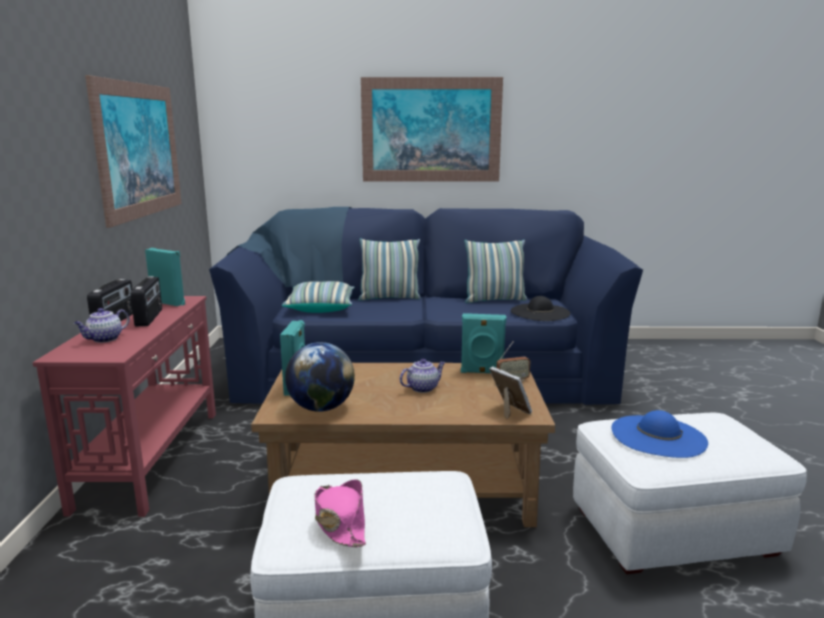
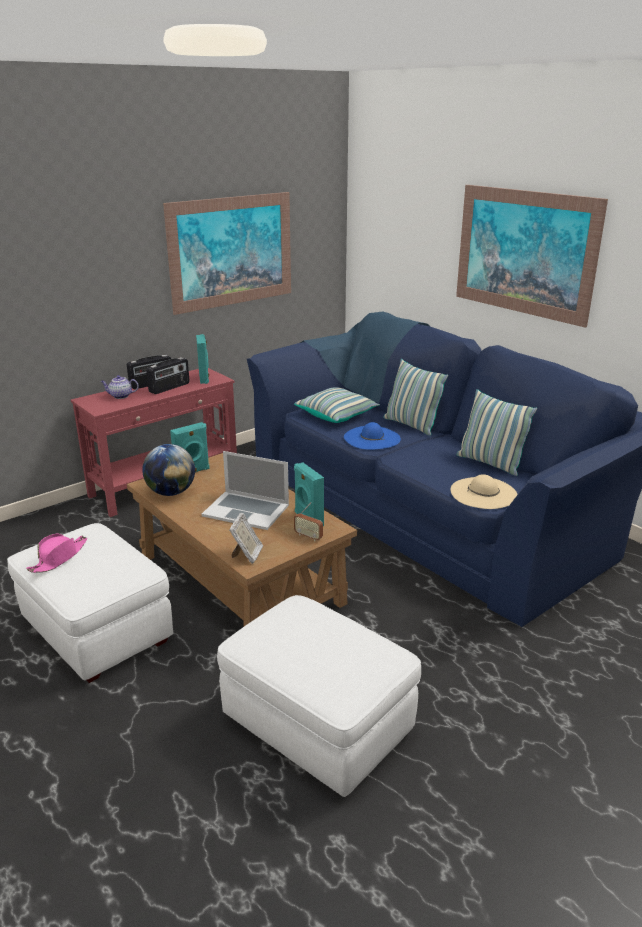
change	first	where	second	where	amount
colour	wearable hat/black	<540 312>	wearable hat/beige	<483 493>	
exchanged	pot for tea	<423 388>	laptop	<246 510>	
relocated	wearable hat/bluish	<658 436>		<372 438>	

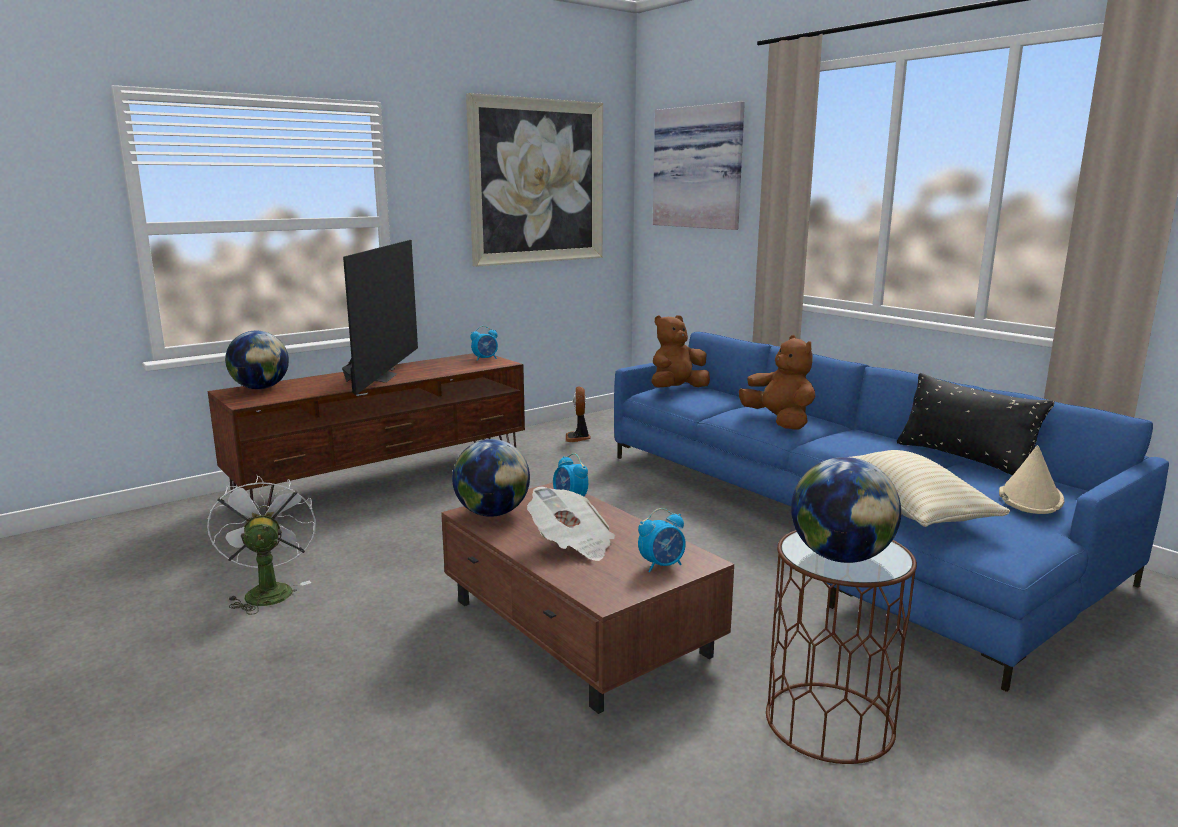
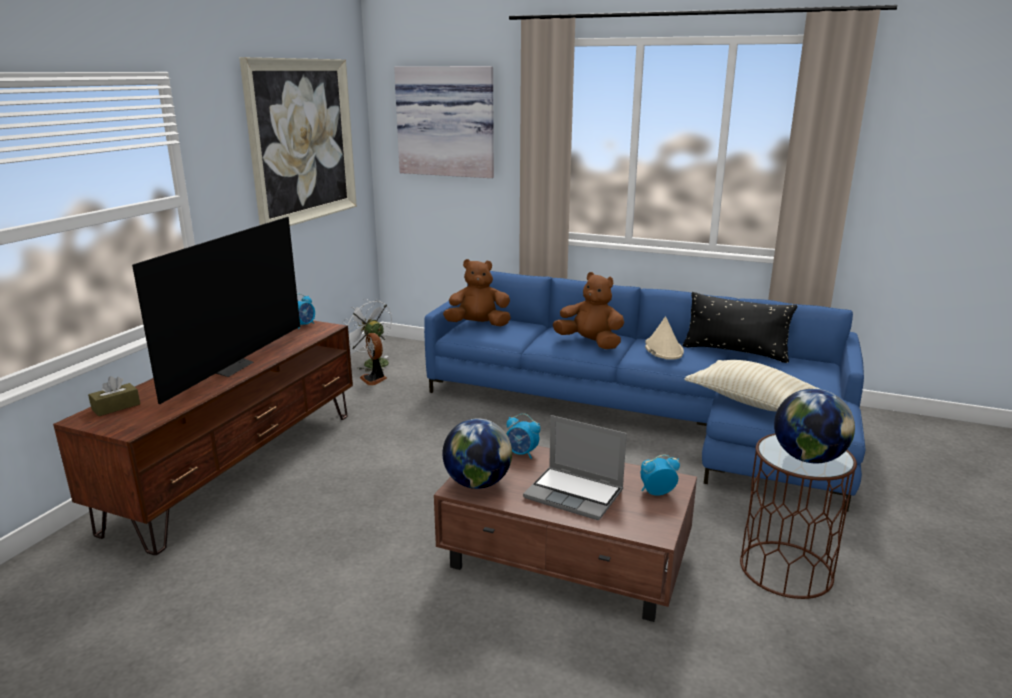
change	first	where	second	where	amount
spun	TV	<379 377>		<230 367>	45 degrees clockwise
spun	plush toy/brown-coloured	<677 389>		<478 325>	60 degrees clockwise
exchanged	desk globe	<260 388>	box of tissues/brown-coloured	<116 407>	
relocated	wearable hat/beige	<1030 497>		<663 349>	
relocated	electric fan/white	<267 591>		<371 363>	
exchanged	daily paper	<572 544>	laptop	<575 494>	
spun	alarm clock	<662 565>		<656 492>	135 degrees counterclockwise

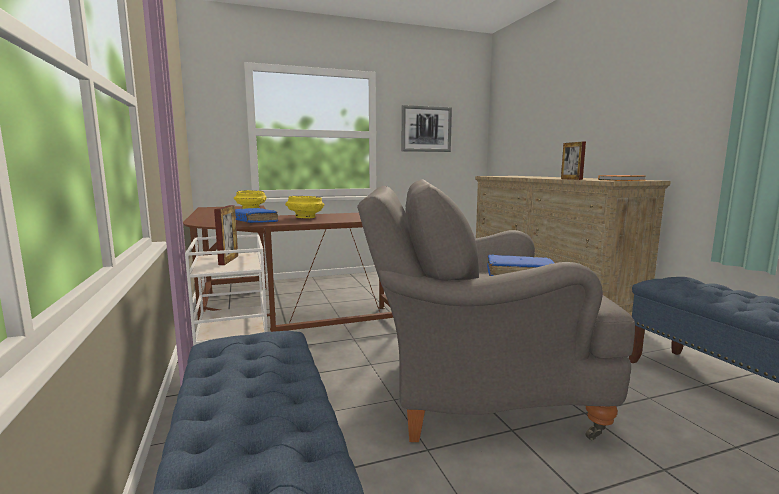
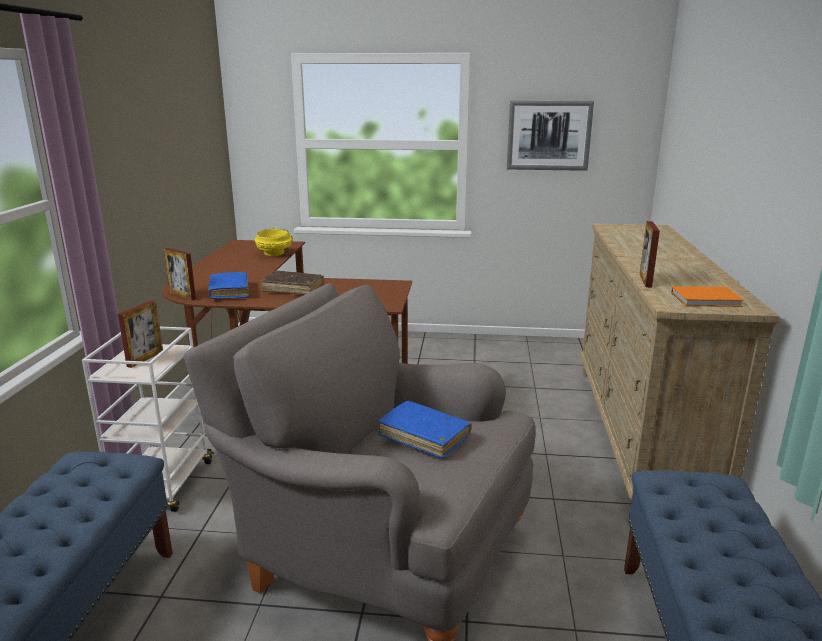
change	first	where	second	where	amount
exchanged	bowl/yellow	<305 217>	book/brown-coloured	<293 289>	
appeared			standing frame	<182 296>	

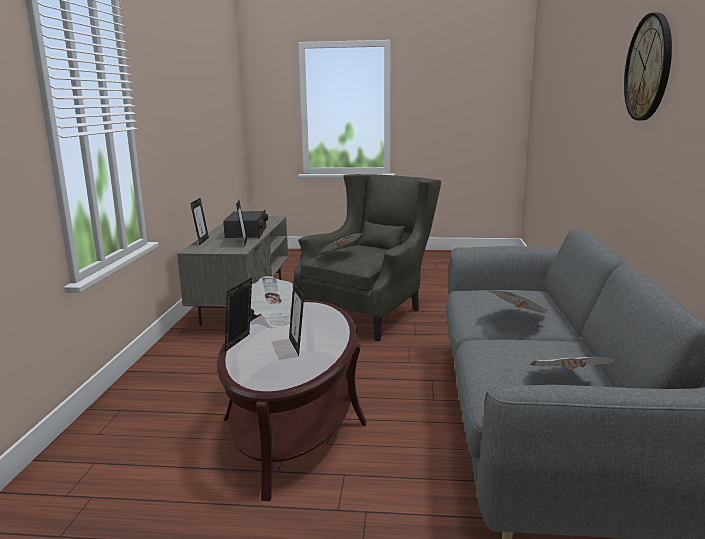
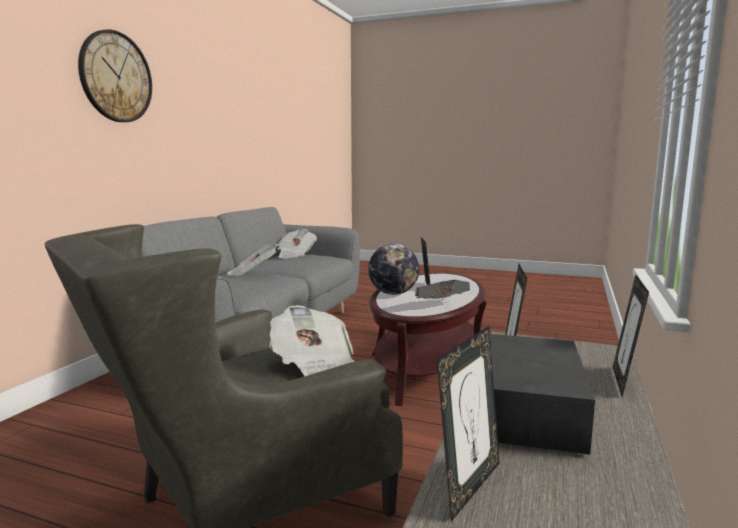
change	first	where	second	where	amount
relocated	standing frame	<240 343>		<468 486>	
appeared			desk globe	<393 293>	

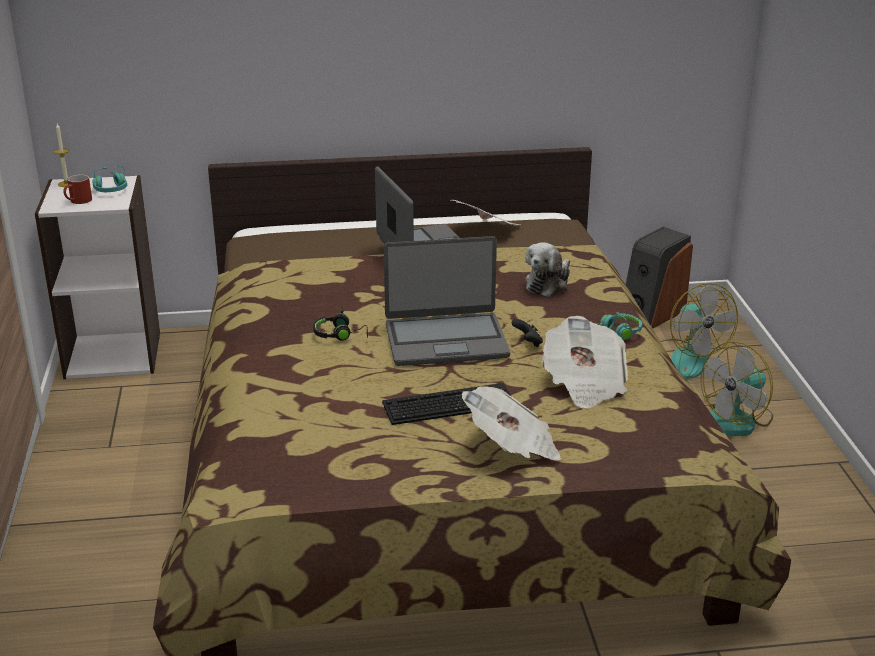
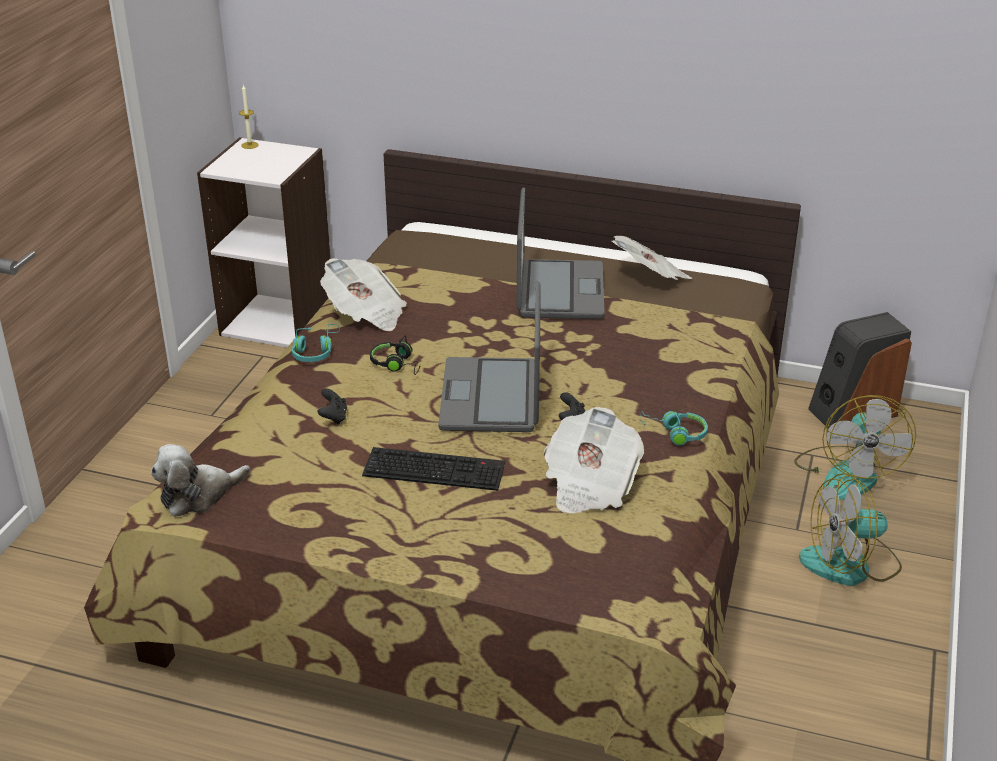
change	first	where	second	where	amount
relocated	pair of headphones/turquoise	<112 187>		<315 351>	
missing	coffee mug/red	<78 201>			
spun	laptop	<446 340>		<492 397>	75 degrees clockwise
relocated	plush toy	<548 284>		<198 495>	
relocated	daily paper	<512 447>		<365 314>	
appeared			joypad/black	<333 417>	

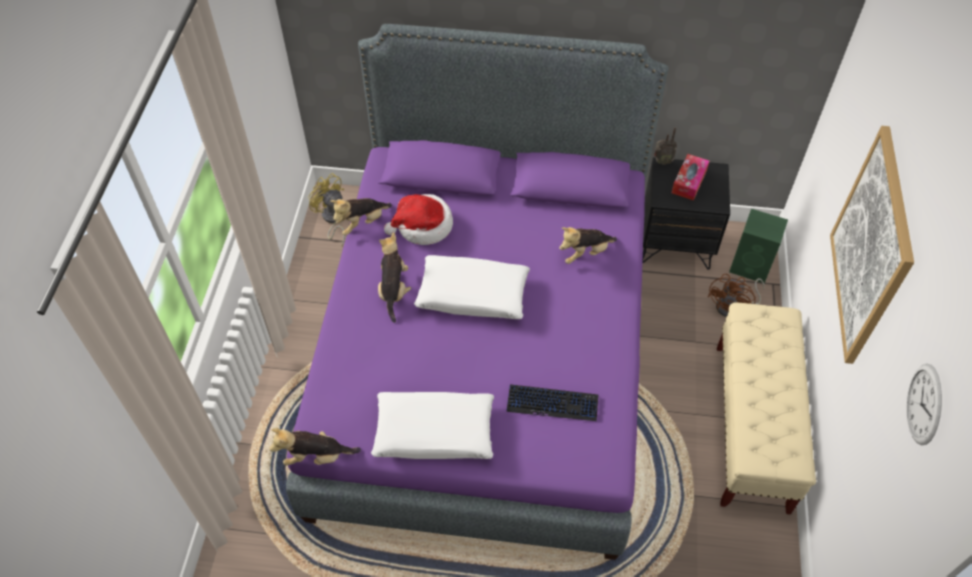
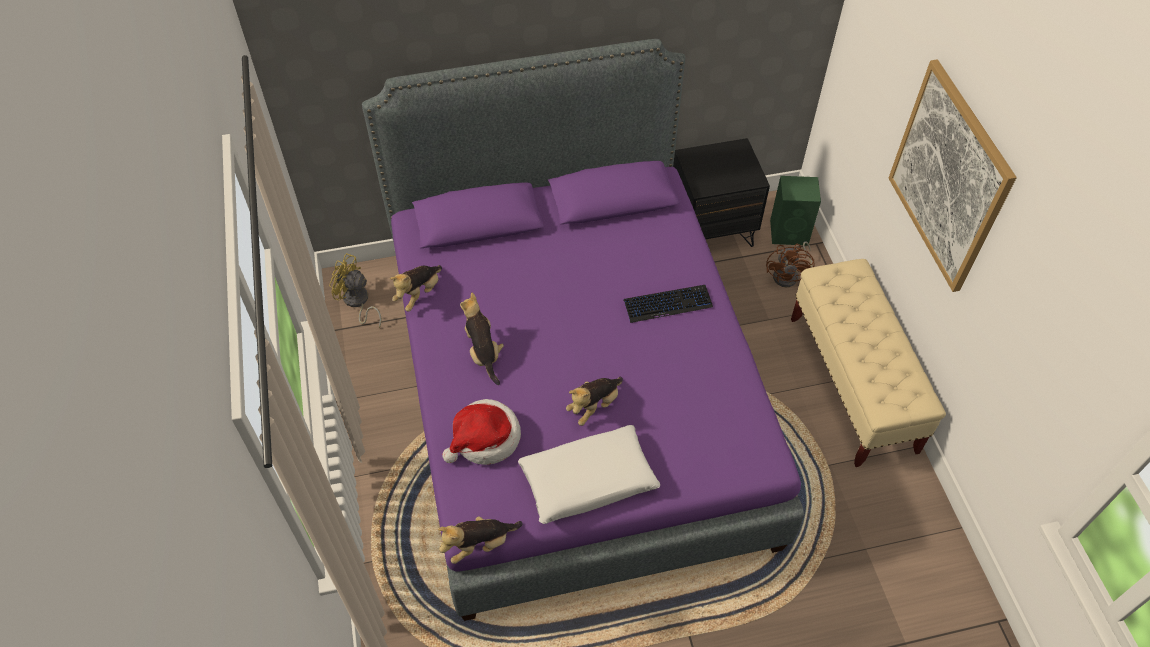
change	first	where	second	where	amount
missing	radio receiver	<662 161>			
missing	box of tissues	<689 182>			
relocated	wearable hat	<423 226>		<485 439>	
relocated	plush toy	<585 253>		<594 406>	
missing	cushion/white	<472 295>			
missing	wall clock	<924 404>			
relocated	computer keyboard	<552 403>		<667 304>	

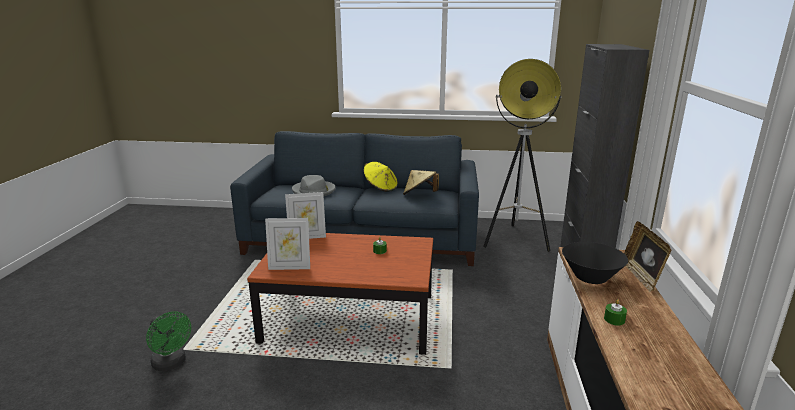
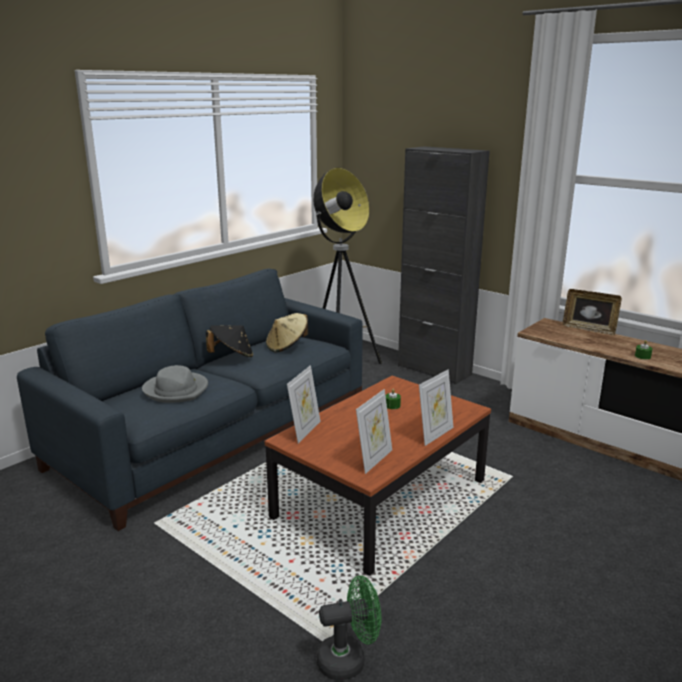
change	first	where	second	where	amount
colour	wearable hat/yellow	<380 188>	wearable hat/black	<232 356>	
missing	bowl/black	<590 278>			
appeared			standing frame	<435 434>	

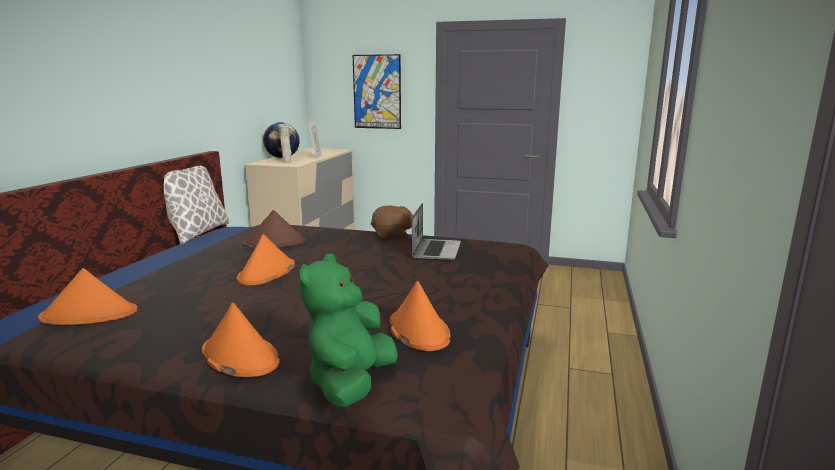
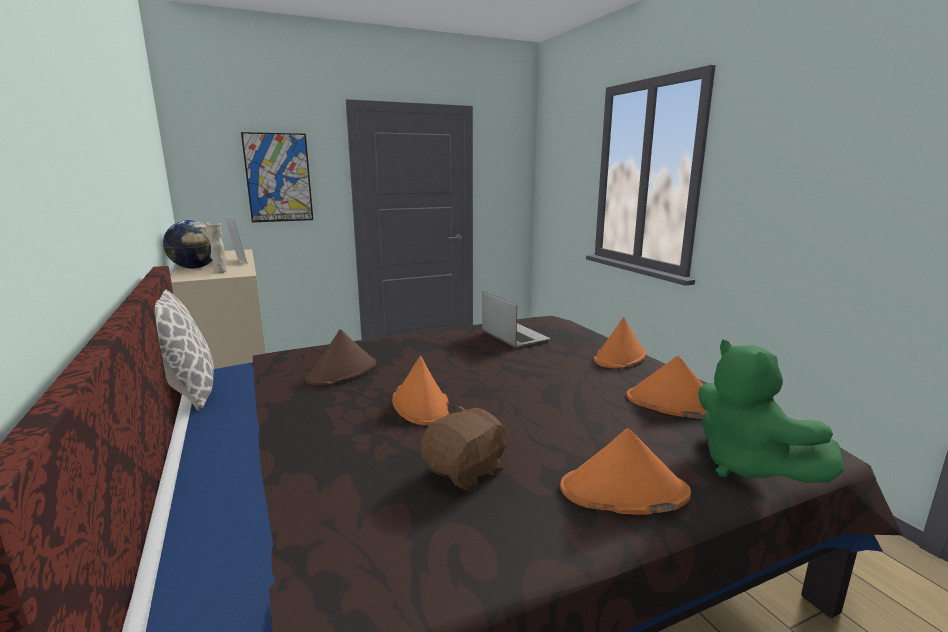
change	first	where	second	where	amount
relocated	plush toy/brown-coloured	<392 235>		<466 472>	
relocated	wearable hat/orangey	<90 315>		<620 357>	

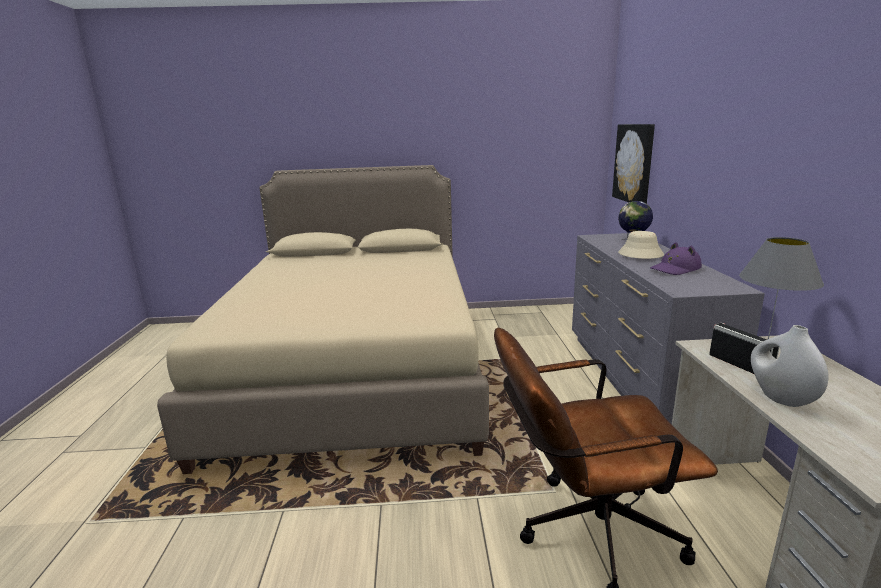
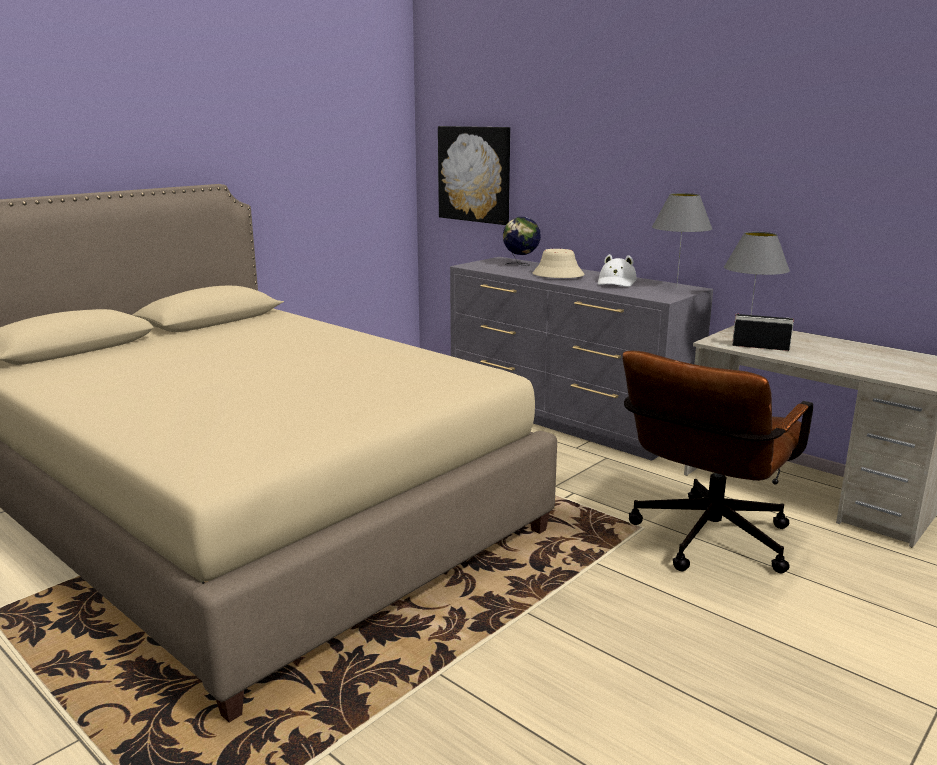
change	first	where	second	where	amount
colour	wearable hat/purplish	<675 269>	wearable hat/white	<616 282>	
missing	flower vase/white	<780 398>			
appeared			tabletop lamp/grey	<676 288>	

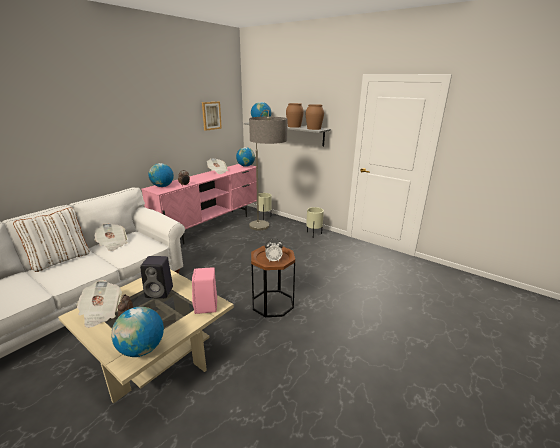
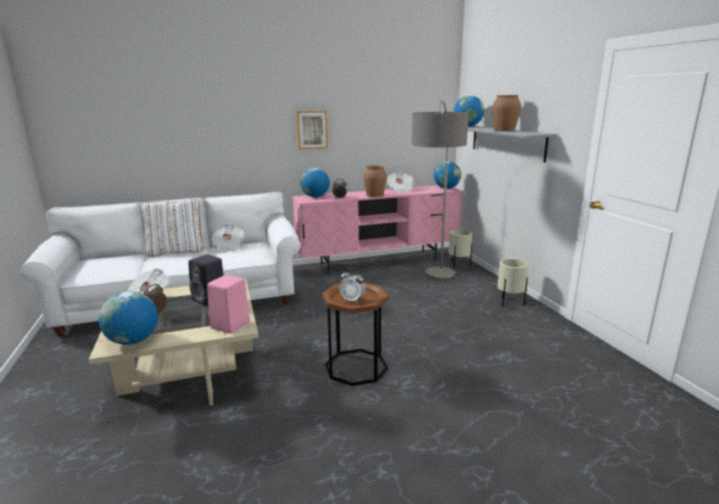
change	first	where	second	where	amount
relocated	picture	<211 115>		<312 130>	
relocated	flower vase/brown-coloured	<314 128>		<375 195>	

